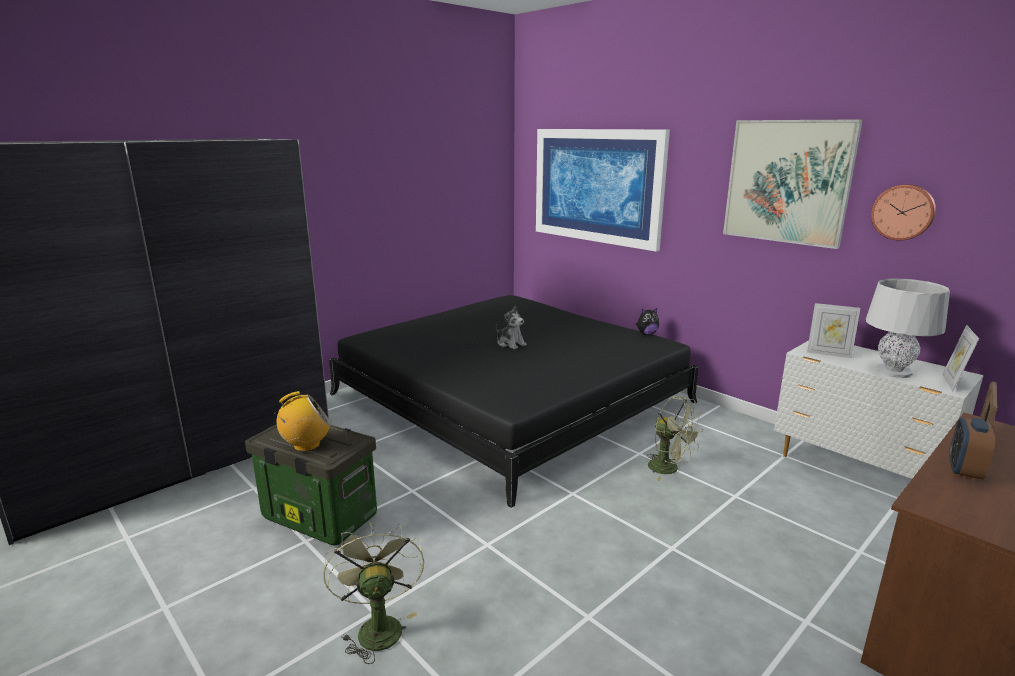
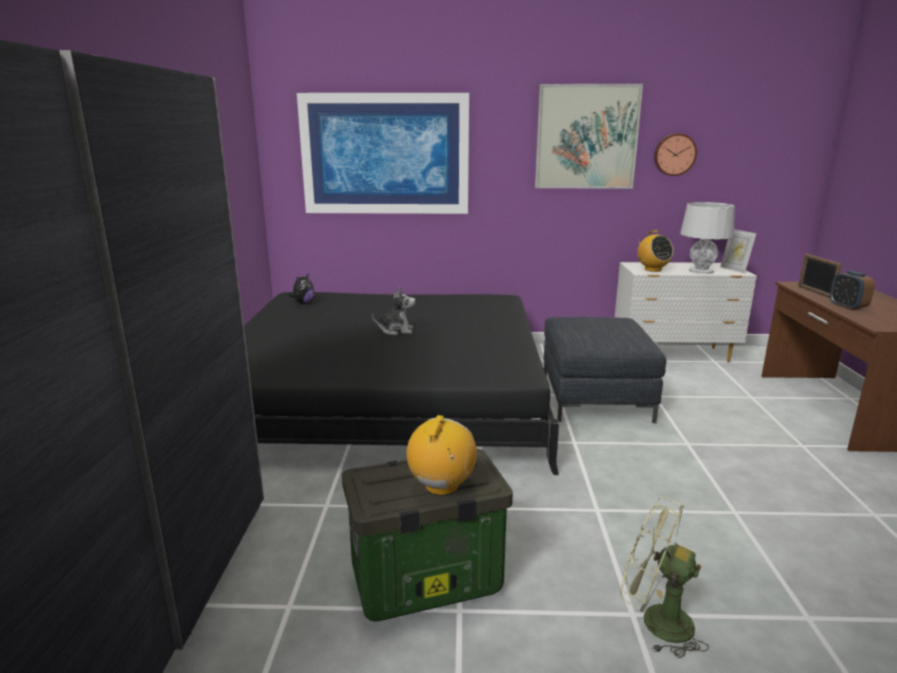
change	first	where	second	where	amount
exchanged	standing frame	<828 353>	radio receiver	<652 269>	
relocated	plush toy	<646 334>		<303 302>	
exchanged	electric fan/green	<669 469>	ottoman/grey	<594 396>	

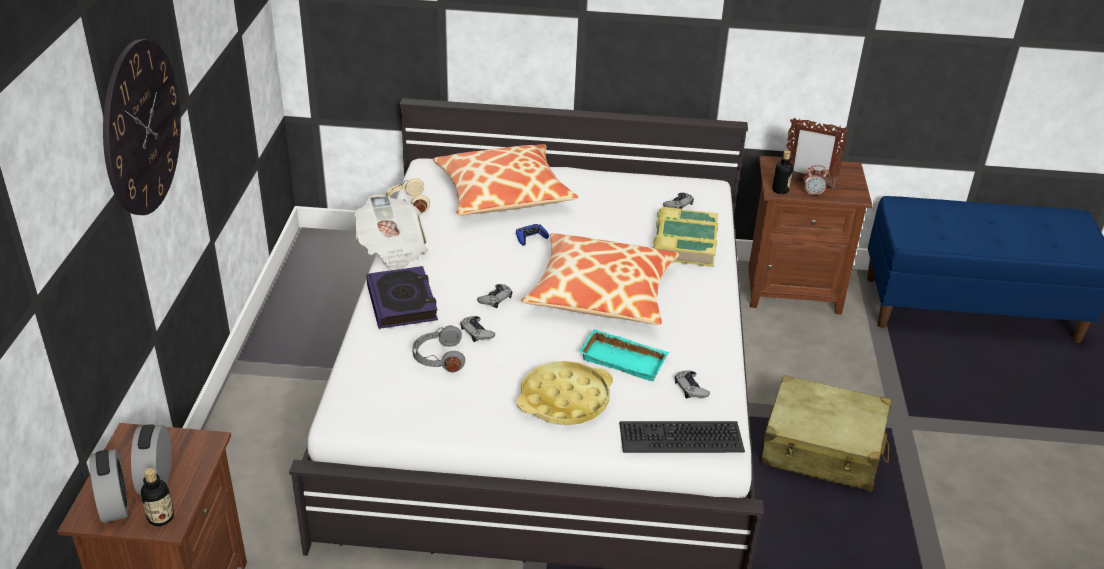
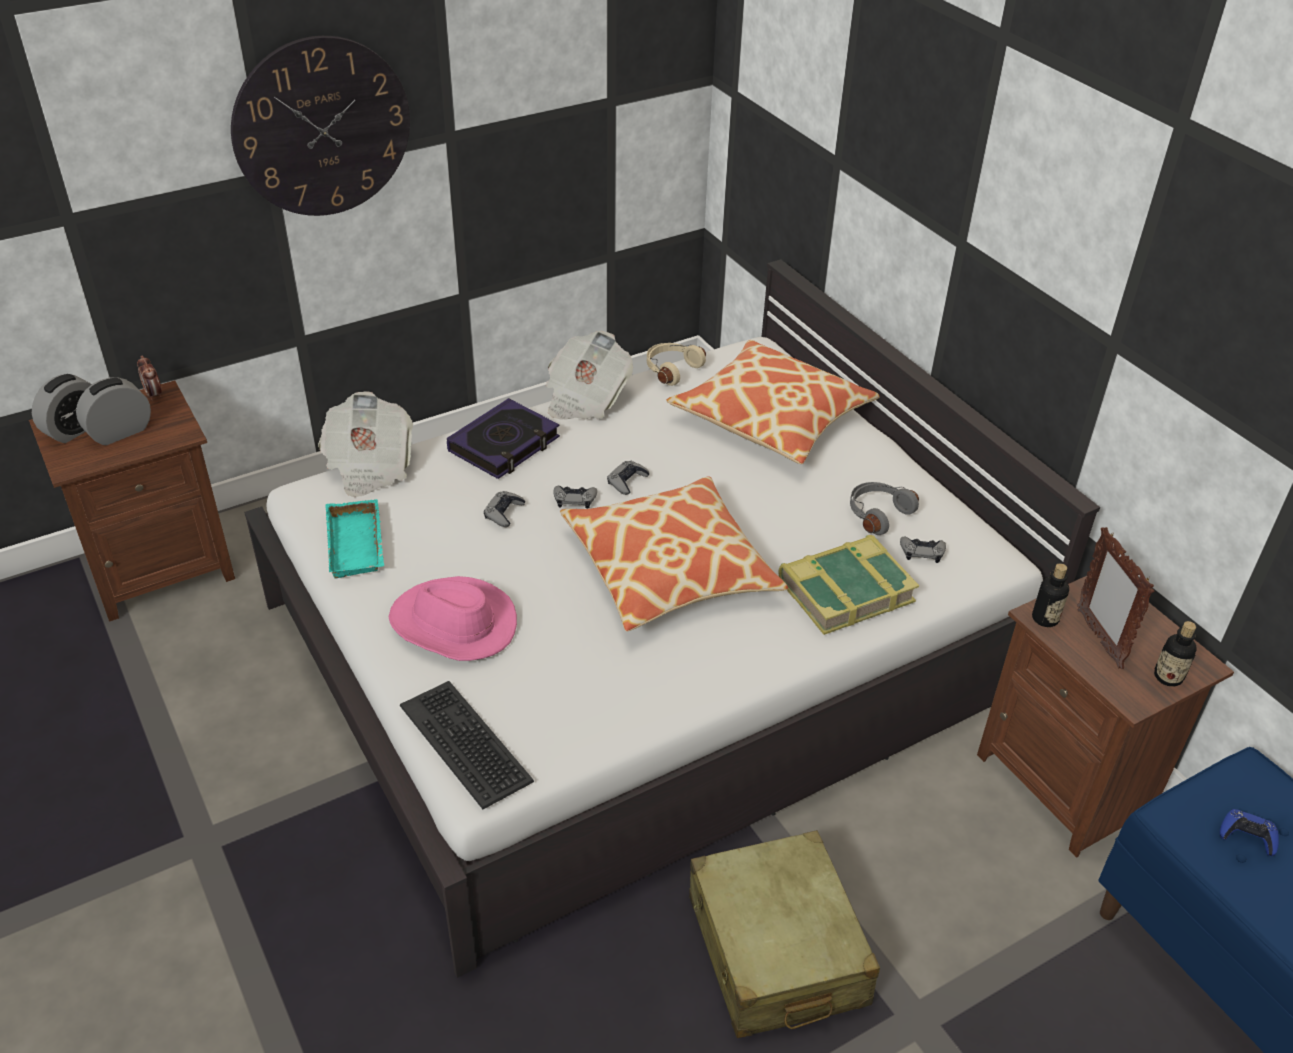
change	first	where	second	where	amount
relocated	alarm clock	<813 194>		<154 395>	
relocated	joypad/bluish	<531 237>		<1247 836>	
relocated	pair of headphones/grey	<438 358>		<877 514>	
relocated	tray/turquoise	<625 359>		<358 545>	
exchanged	tray/yellow	<565 400>	wearable hat/pink	<453 625>	
relocated	joypad/grey	<691 388>		<627 481>	
relocated	bottle	<161 517>		<1168 677>	
appeared			daily paper	<369 466>	

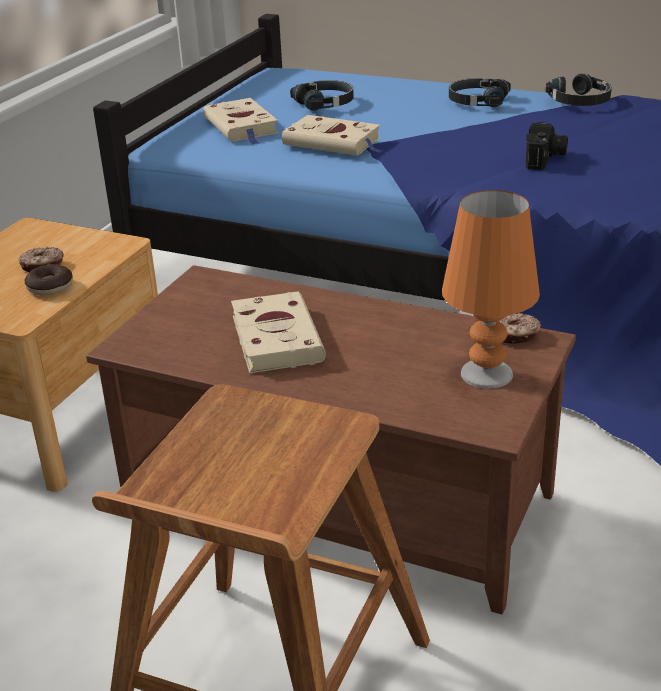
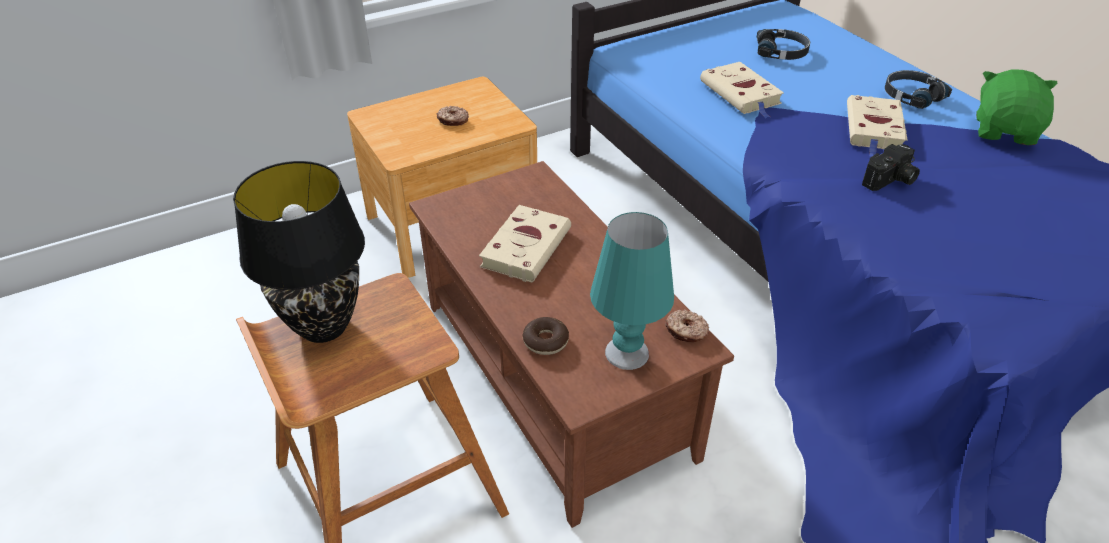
change	first	where	second	where	amount
exchanged	pair of headphones/black	<580 101>	plush toy/green	<1005 131>	
relocated	book/beige	<242 127>		<874 129>	
colour	tabletop lamp/orangey	<486 373>	tabletop lamp/turquoise	<627 352>	
relocated	ring doughnut	<50 287>		<545 341>	
appeared			tabletop lamp/black	<323 327>	

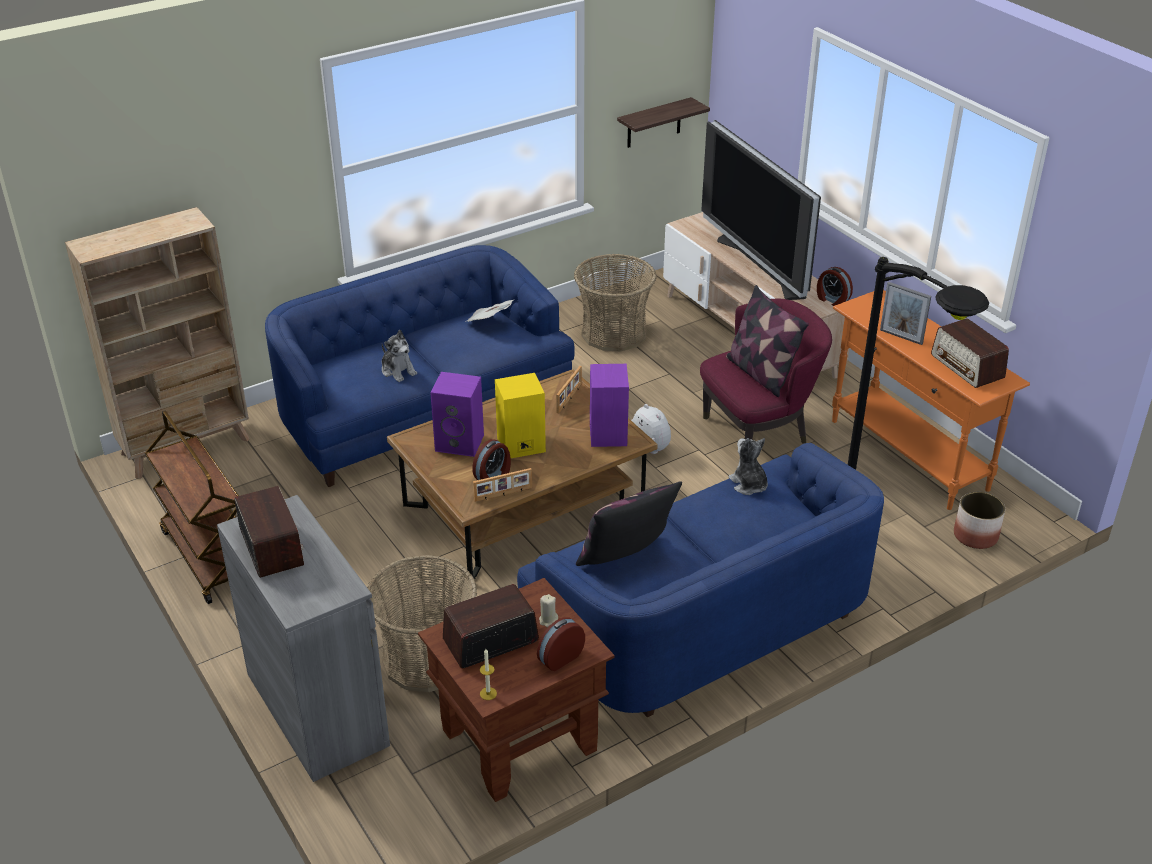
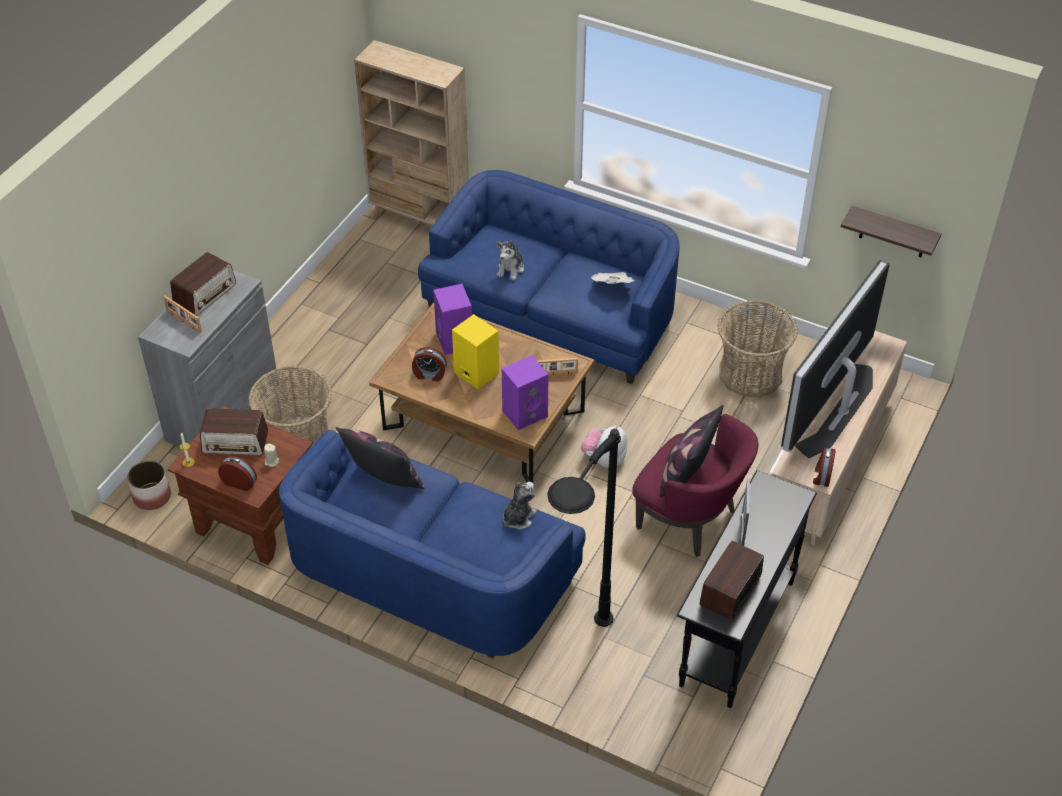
change	first	where	second	where	amount
colour	narrow table/orangey	<908 455>	narrow table/black	<736 633>	
missing	wheeled cart/brown-coloured	<208 557>			
relocated	standing frame	<503 494>		<183 321>	
relocated	plant pot	<975 536>		<152 496>	
spun	radio receiver	<490 641>		<235 442>	150 degrees clockwise

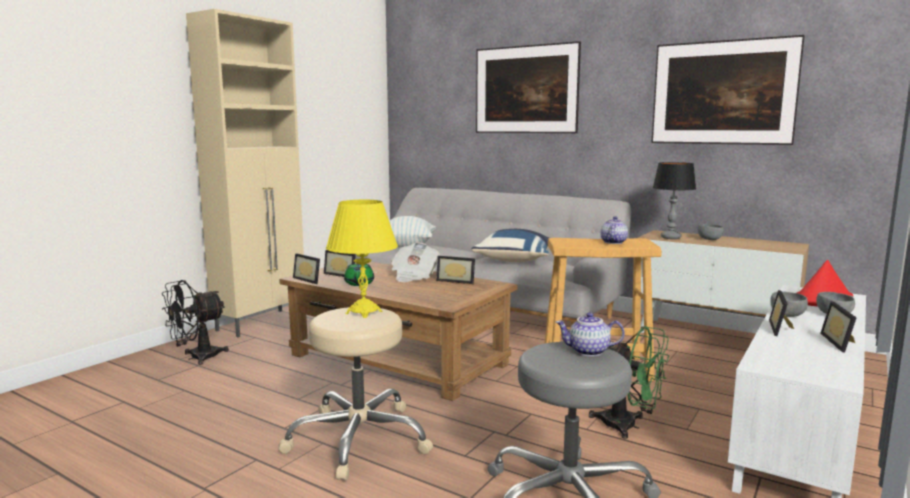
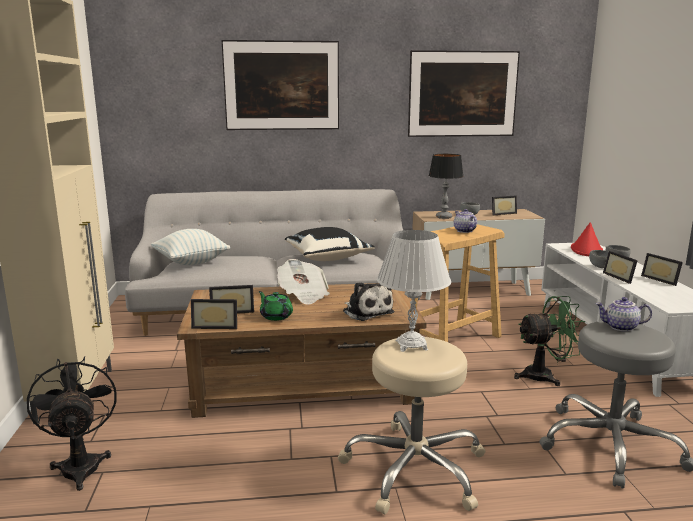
change	first	where	second	where	amount
colour	tabletop lamp/yellow	<364 312>	tabletop lamp/white	<411 345>	
colour	cushion/bluish	<516 260>	cushion/black	<327 258>	
relocated	standing frame	<456 281>		<502 213>	
spun	electric fan/black	<196 358>		<81 464>	150 degrees clockwise
spun	pot for tea	<588 352>		<620 327>	45 degrees clockwise
appeared			plush toy	<366 312>	

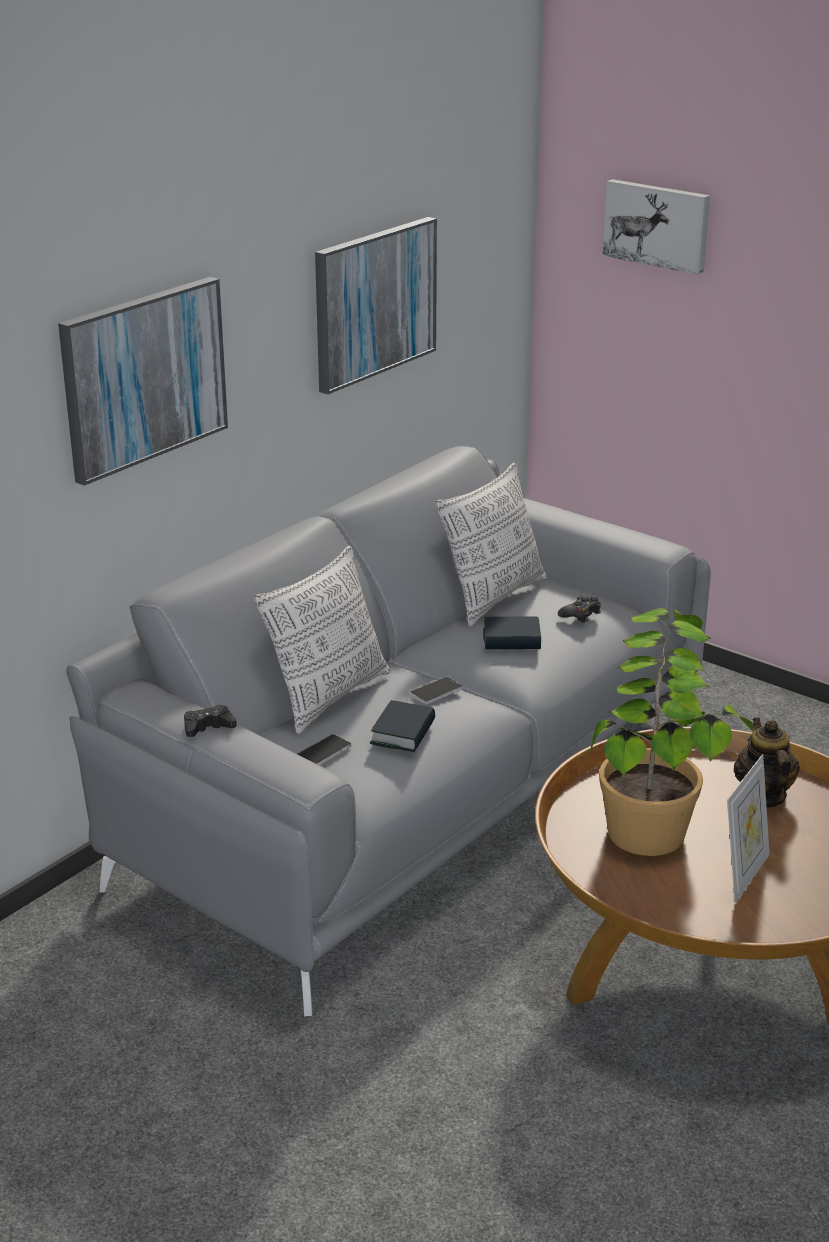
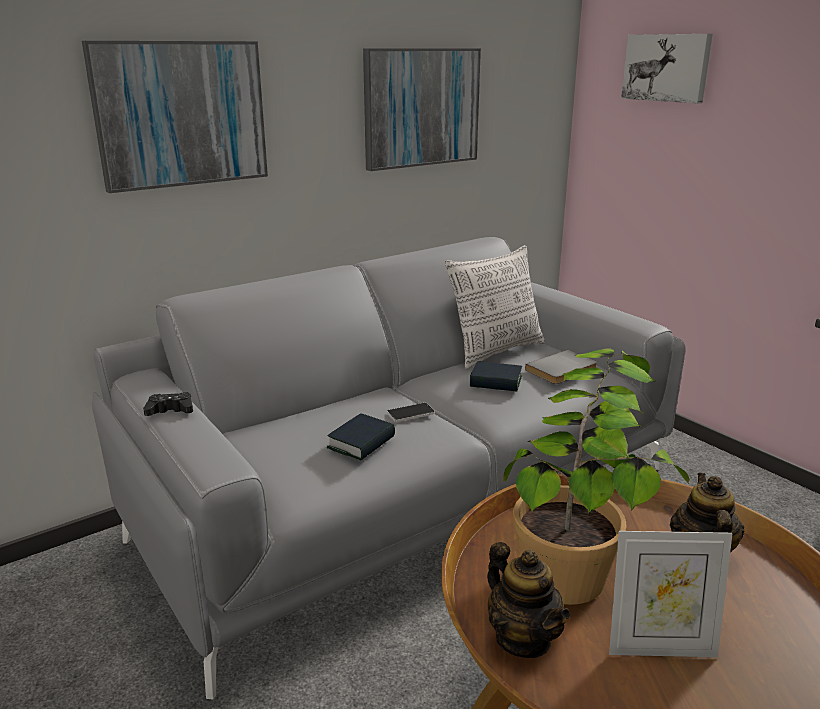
change	first	where	second	where	amount
missing	cushion	<328 697>			
exchanged	joypad/black	<580 614>	book/grey	<563 370>	
missing	telephone	<324 752>			
spun	standing frame	<743 875>		<660 647>	45 degrees clockwise
appeared			pot for tea	<523 638>	

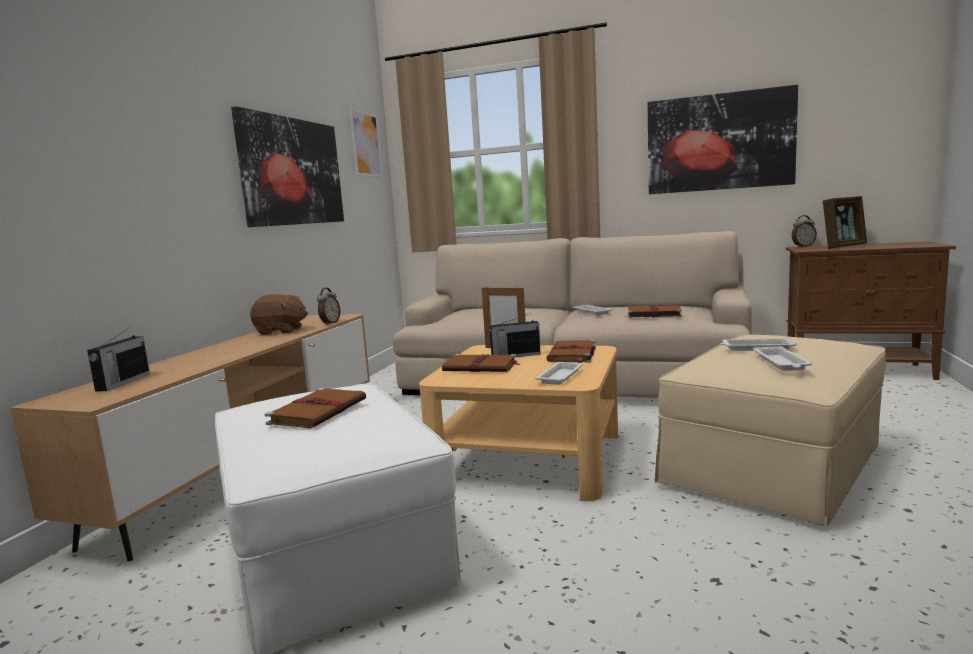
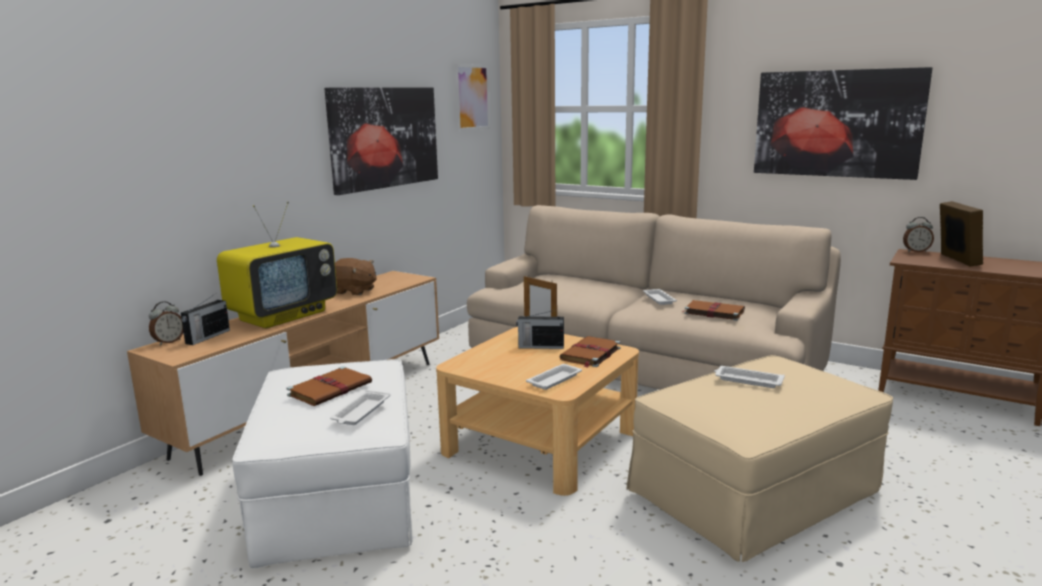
change	first	where	second	where	amount
spun	standing frame	<844 246>		<956 260>	75 degrees counterclockwise
relocated	alarm clock	<330 323>		<168 342>	
relocated	tray/white	<781 363>		<360 412>	
missing	book/brown-coloured	<481 367>			
appeared			TV	<283 315>	

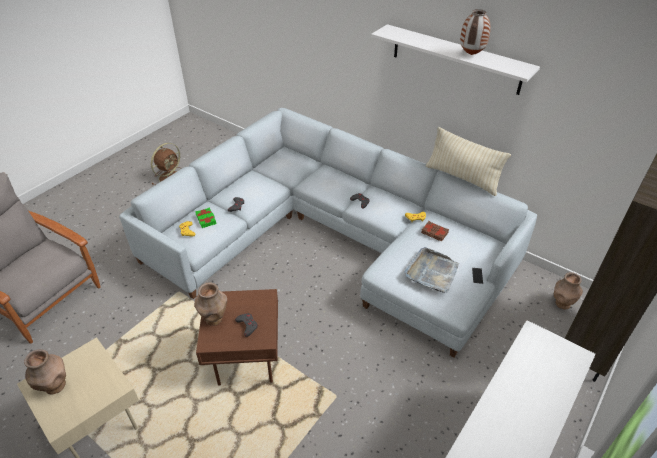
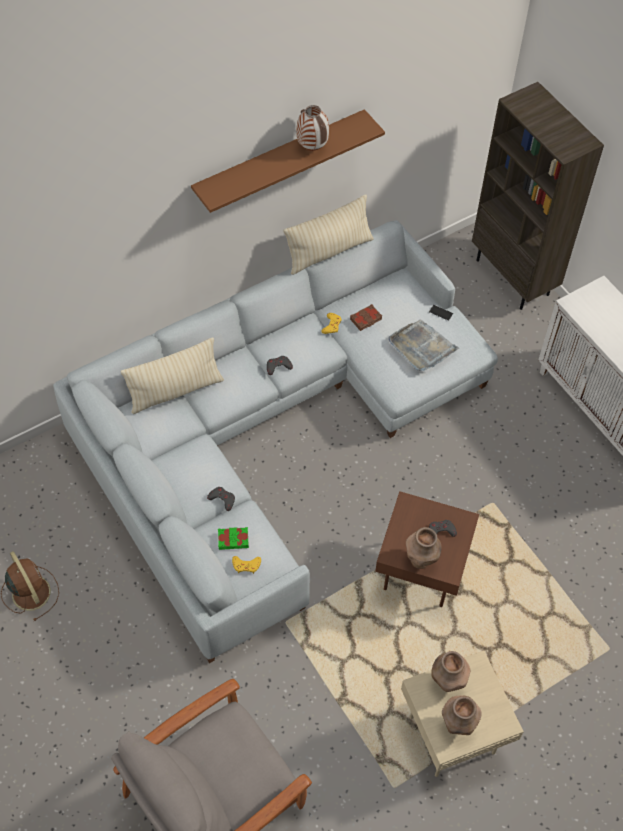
change	first	where	second	where	amount
colour	bracket shelf/white	<455 59>	bracket shelf/brown-coloured	<279 160>	
relocated	flower vase/brown-coloured	<562 303>		<447 681>	
appeared			cushion/beige	<175 391>	

